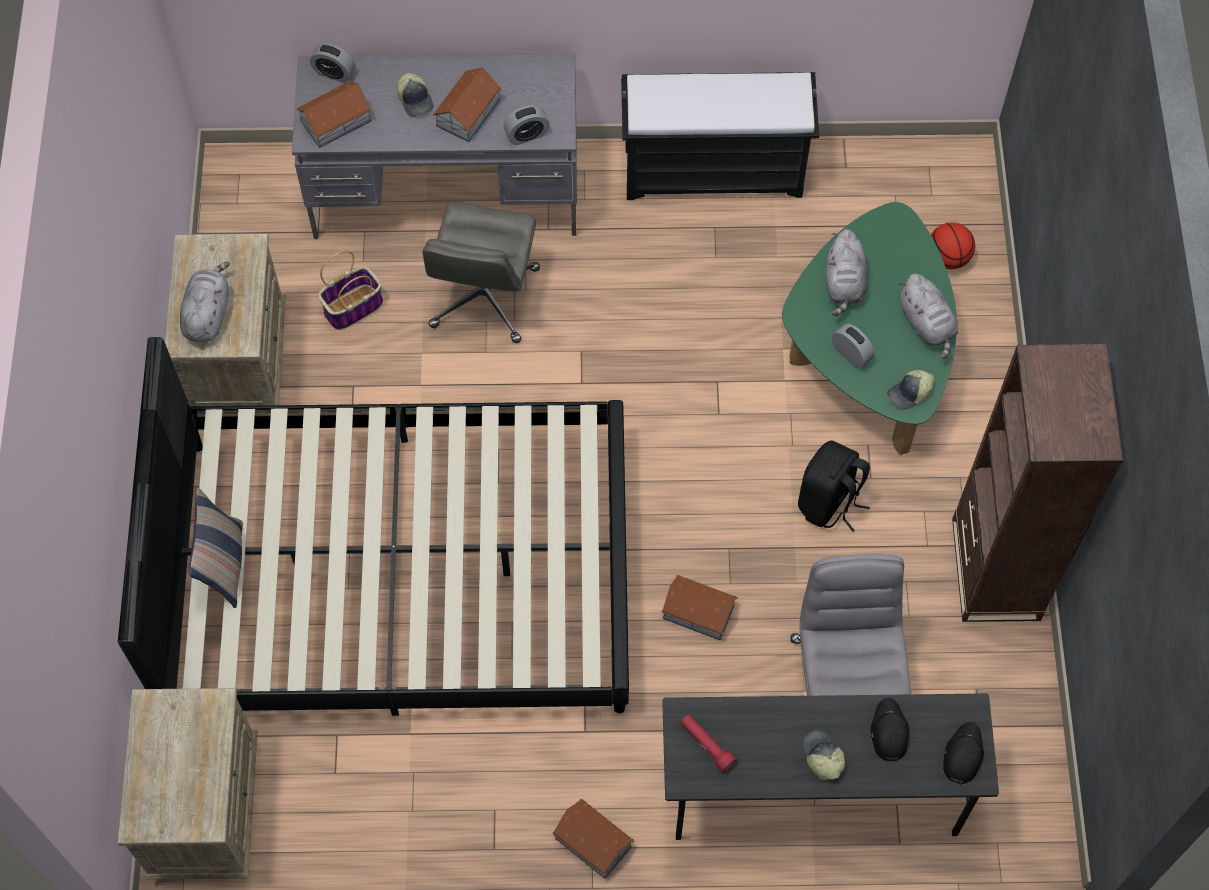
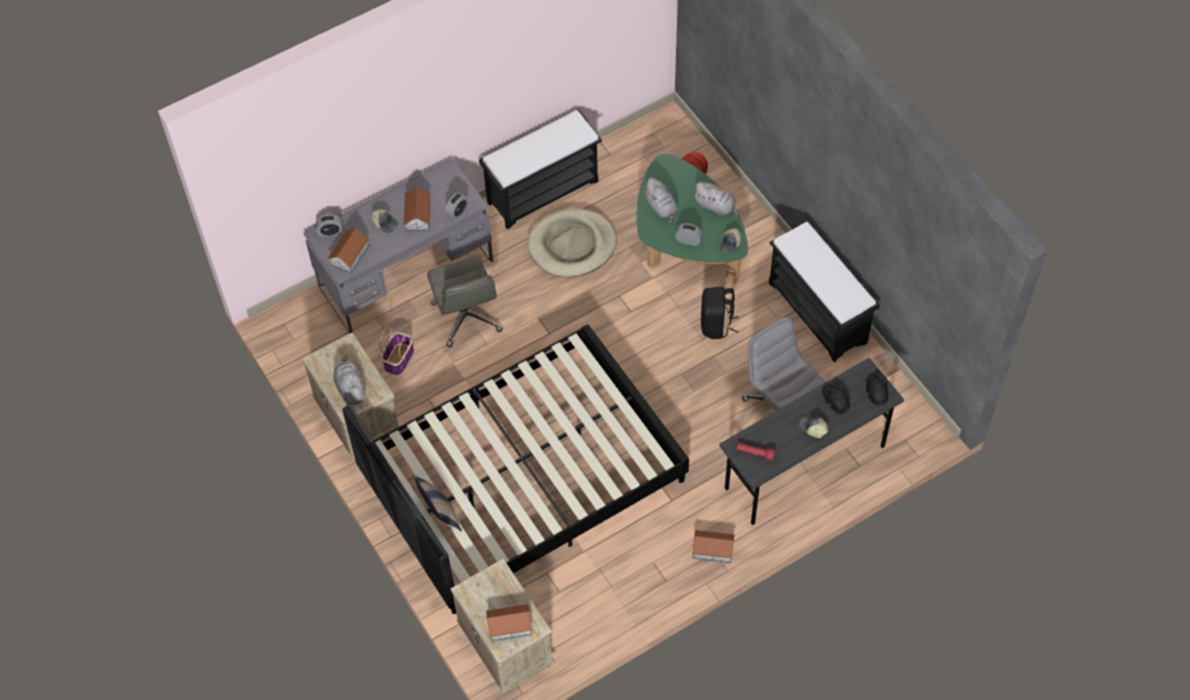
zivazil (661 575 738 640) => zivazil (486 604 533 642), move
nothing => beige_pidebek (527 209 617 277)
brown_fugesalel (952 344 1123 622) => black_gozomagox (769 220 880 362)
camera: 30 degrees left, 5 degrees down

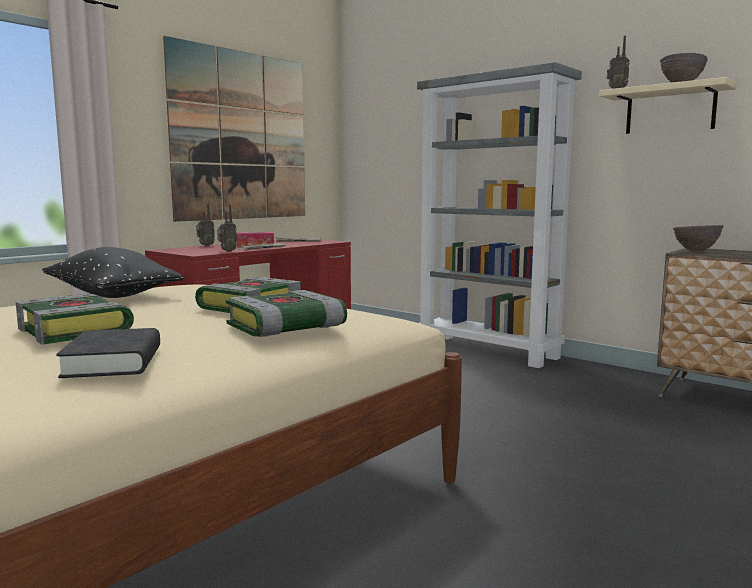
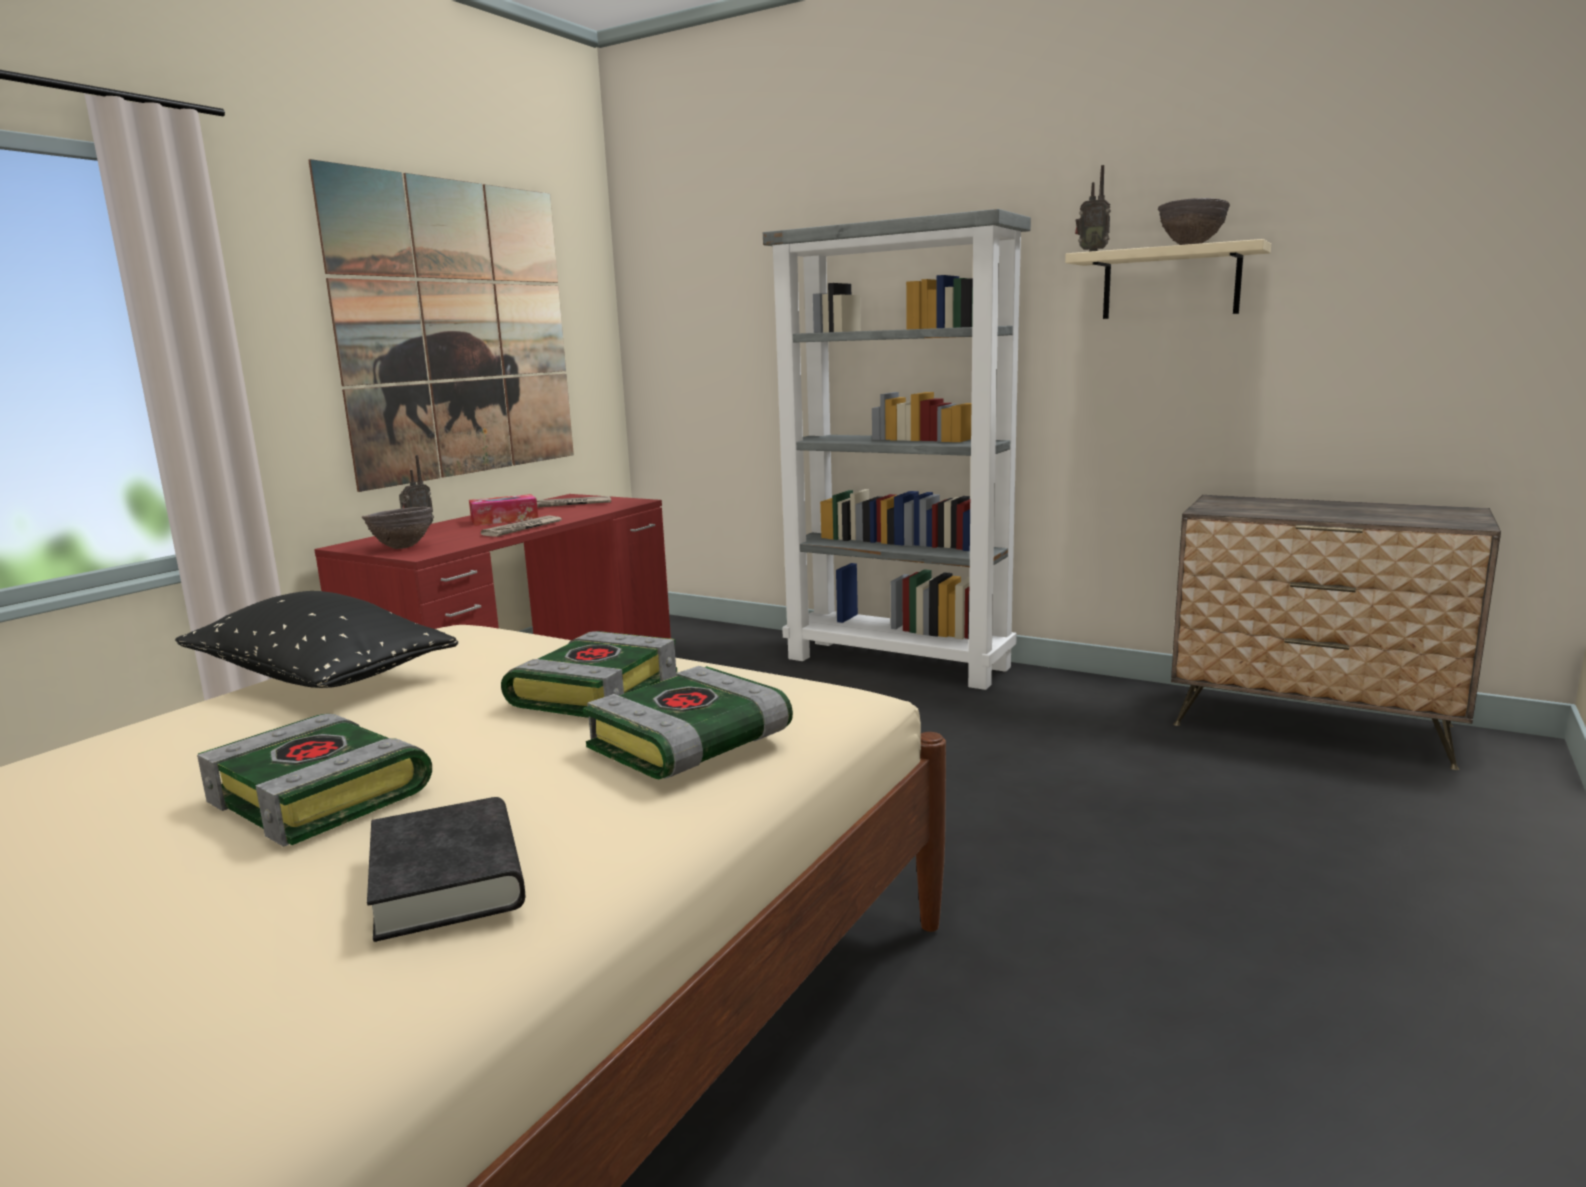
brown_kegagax (673 225 724 252) => brown_kegagax (362 507 432 549), move
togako (217 205 237 252) => nothing
camera: 10 degrees left, 5 degrees up

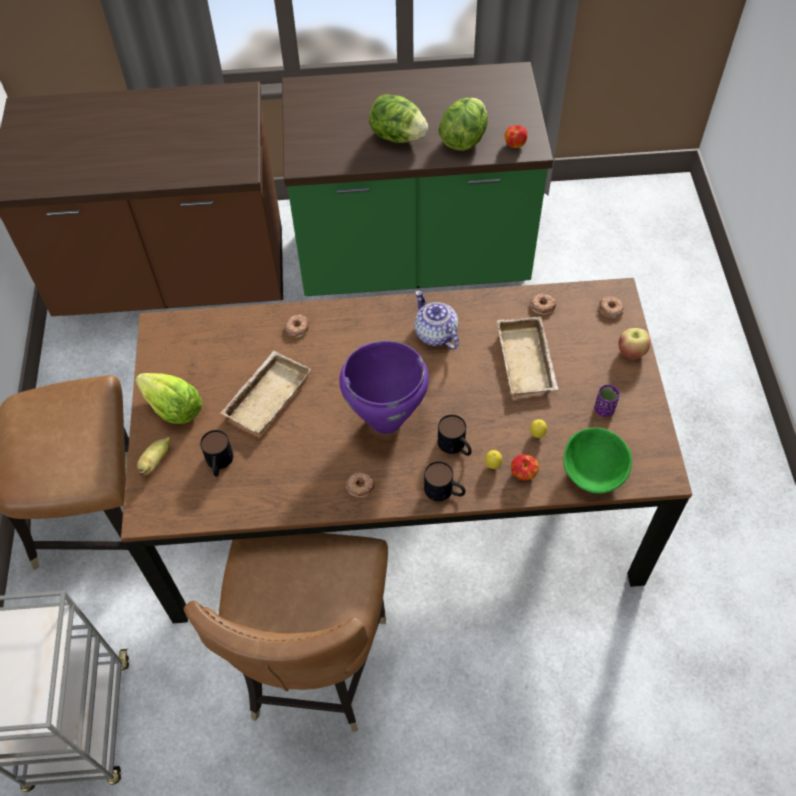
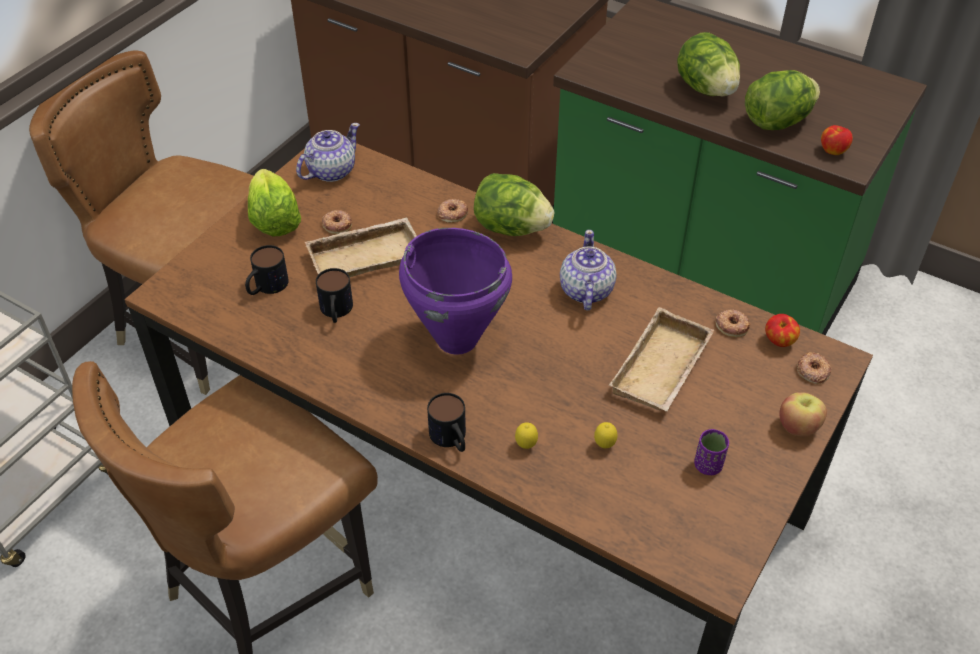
nothing => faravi (296 123 360 182)
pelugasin (438 415 472 456) => pelugasin (316 268 353 323), move
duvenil (346 472 375 497) => duvenil (322 210 352 234), move
nothing => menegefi (474 173 554 236)
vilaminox (511 454 539 481) => vilaminox (765 314 800 347), move
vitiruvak (137 437 171 475) => nothing
green_kegagax (563 427 632 494) => nothing
camera: 35 degrees right, 10 degrees down

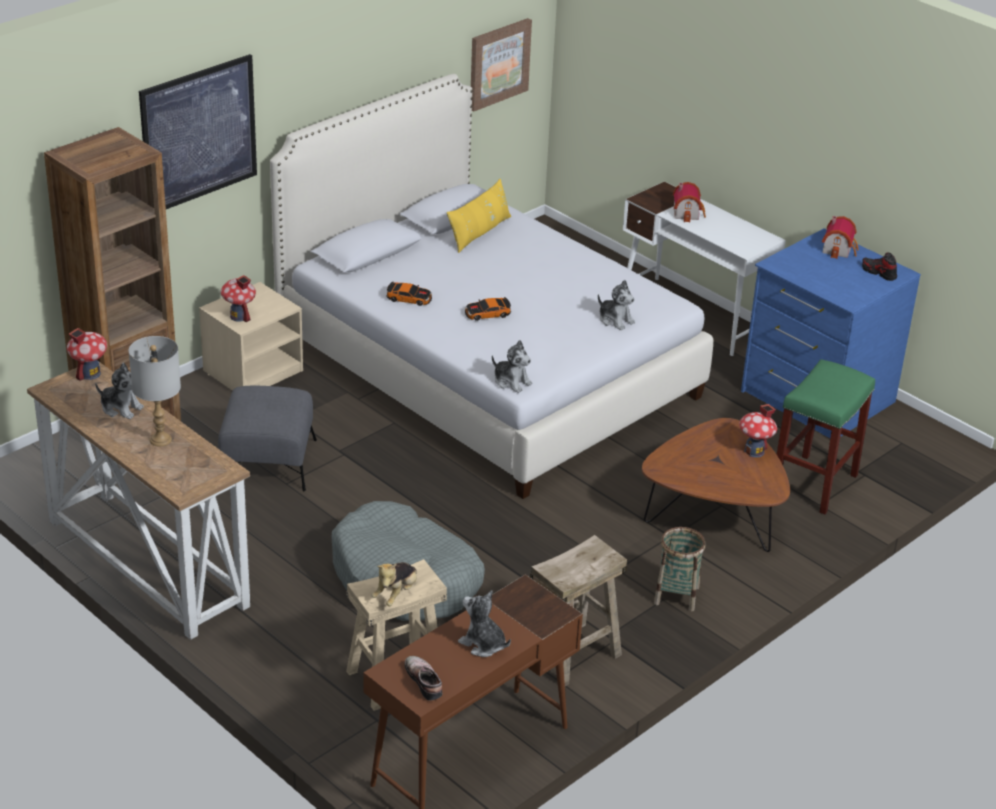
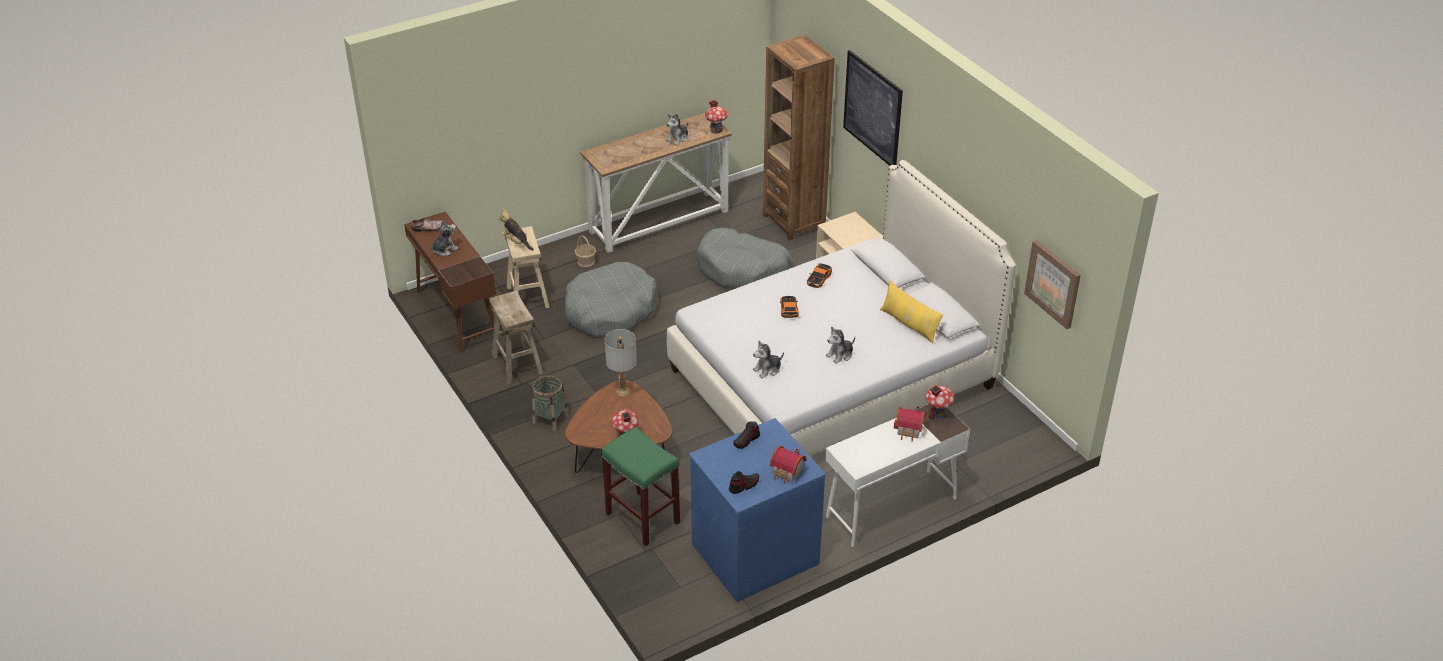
nothing => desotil (575 235 596 267)
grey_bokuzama (129 336 181 446) => grey_bokuzama (605 329 637 397), move
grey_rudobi (218 386 317 491) => grey_pidebek (697 228 791 289)
nothing => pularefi (733 421 760 449)
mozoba (492 340 532 393) => mozoba (826 326 855 364), move
zivazil (221 275 256 322) => zivazil (925 385 954 420), move
camera: 105 degrees right, 5 degrees up

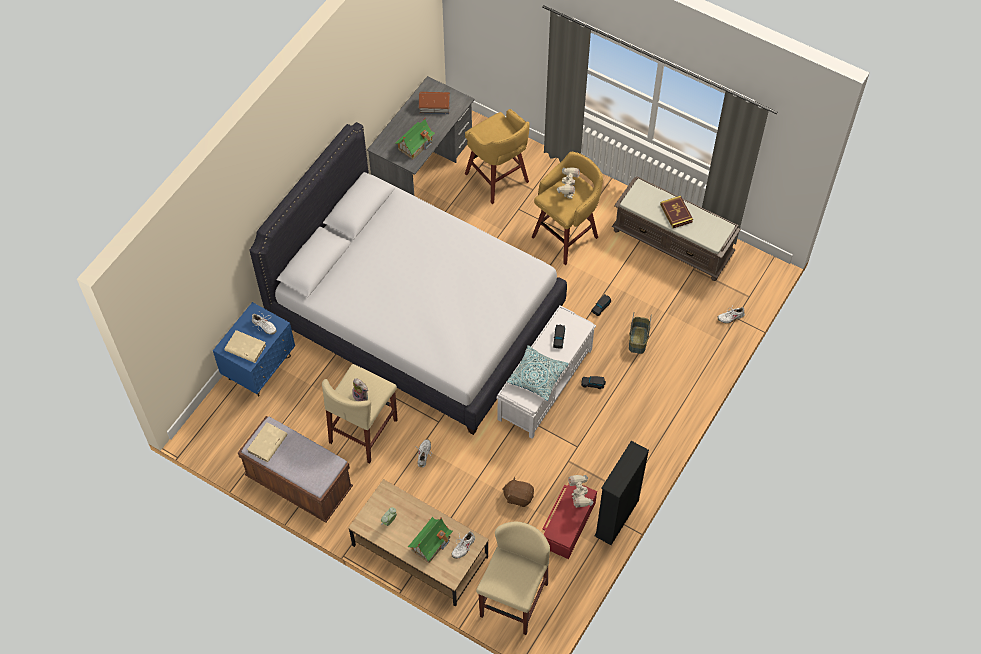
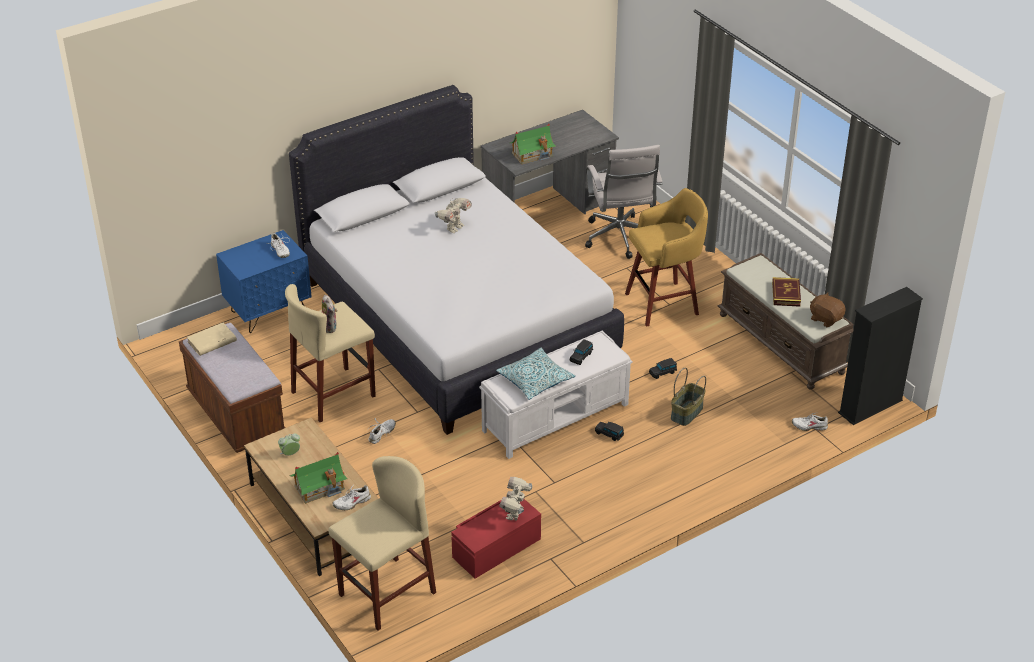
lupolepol (557 167 580 199) => lupolepol (435 198 472 233), move
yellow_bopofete (465 109 530 204) => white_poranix (585 145 663 259)
brown_mozoba (502 477 534 507) => brown_mozoba (810 292 846 327), move
black_fugesalel (594 441 649 545) => black_fugesalel (838 287 923 425), move
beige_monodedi (224 330 266 363) => nothing
zivazil (418 92 450 114) => nothing
camera: 25 degrees right, 20 degrees down

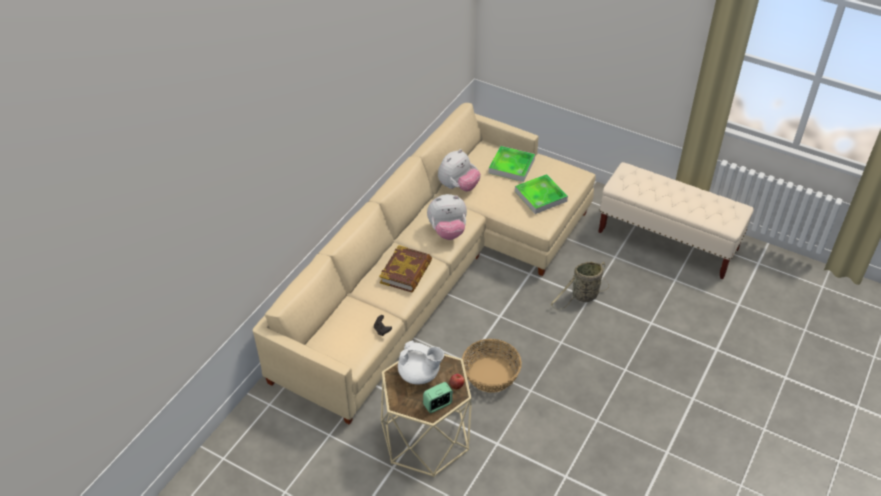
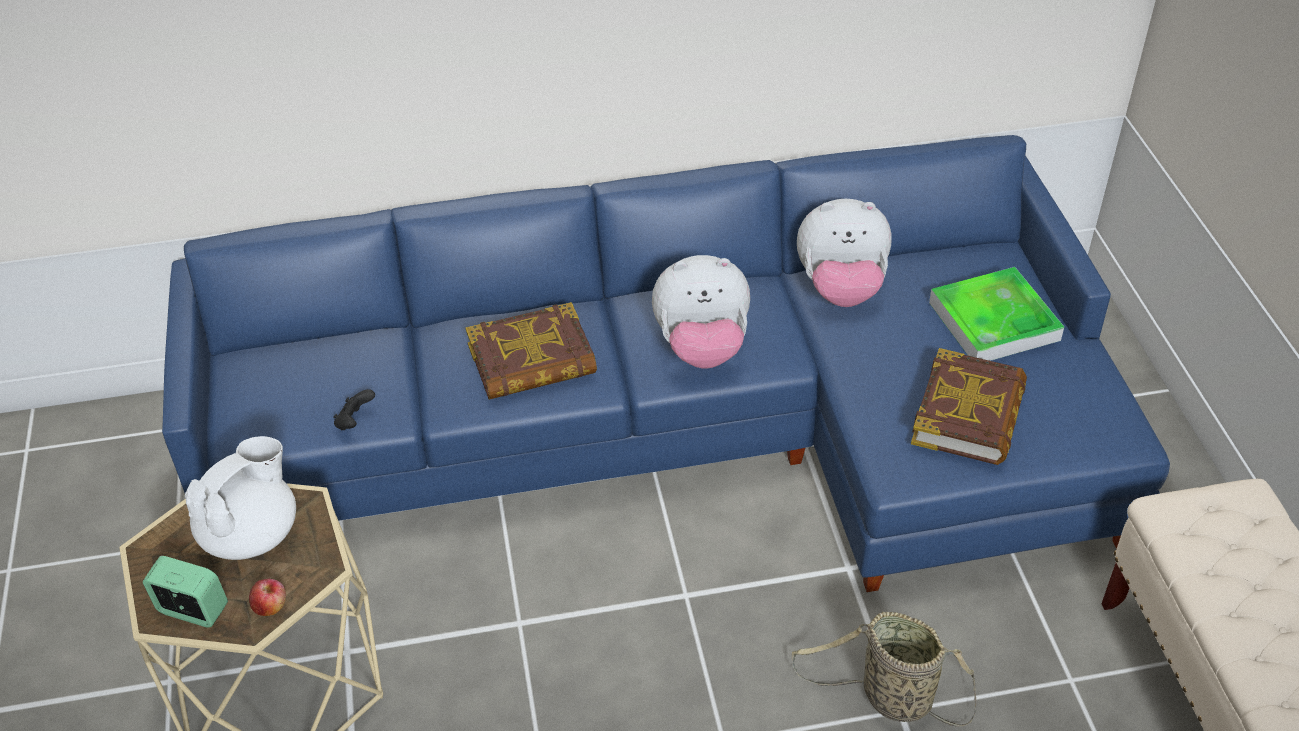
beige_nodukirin (253 103 596 425) => blue_nodukirin (162 135 1170 592)
white_faravi (398 341 444 384) => white_faravi (185 436 296 560), 120 degrees counterclockwise
mozoba (427 194 467 240) => mozoba (652 255 750 369), 45 degrees counterclockwise
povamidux (515 174 568 214) => monodedi (911 348 1027 465)
desotil (462 339 522 393) => nothing
camera: 50 degrees right, 0 degrees up

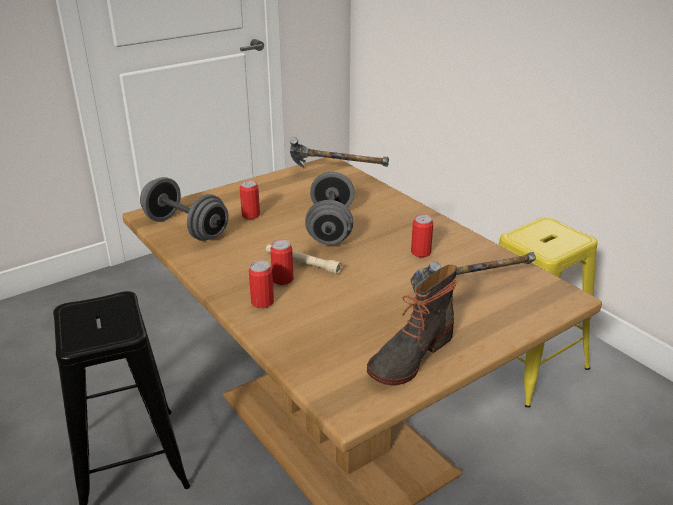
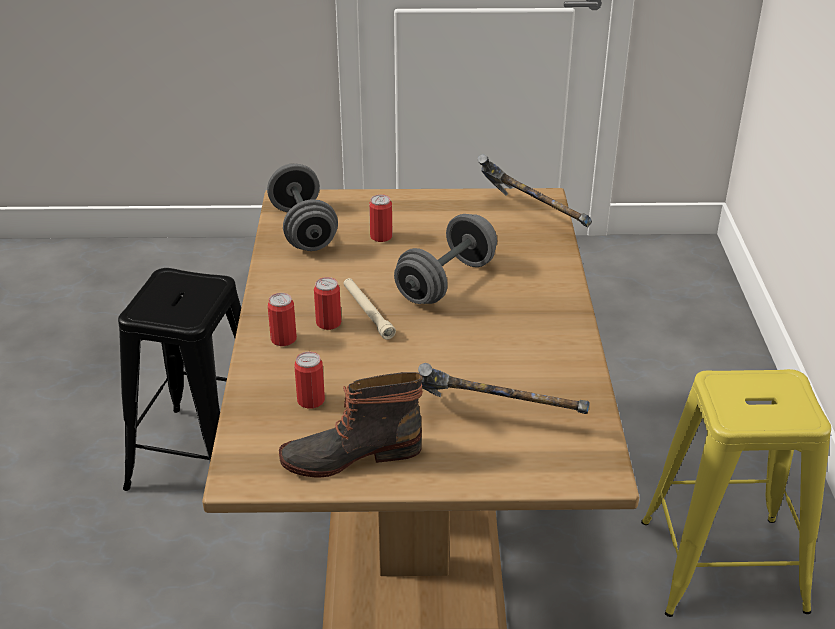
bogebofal (411 214 433 257) => bogebofal (294 352 325 409), move
camera: 35 degrees right, 5 degrees up

